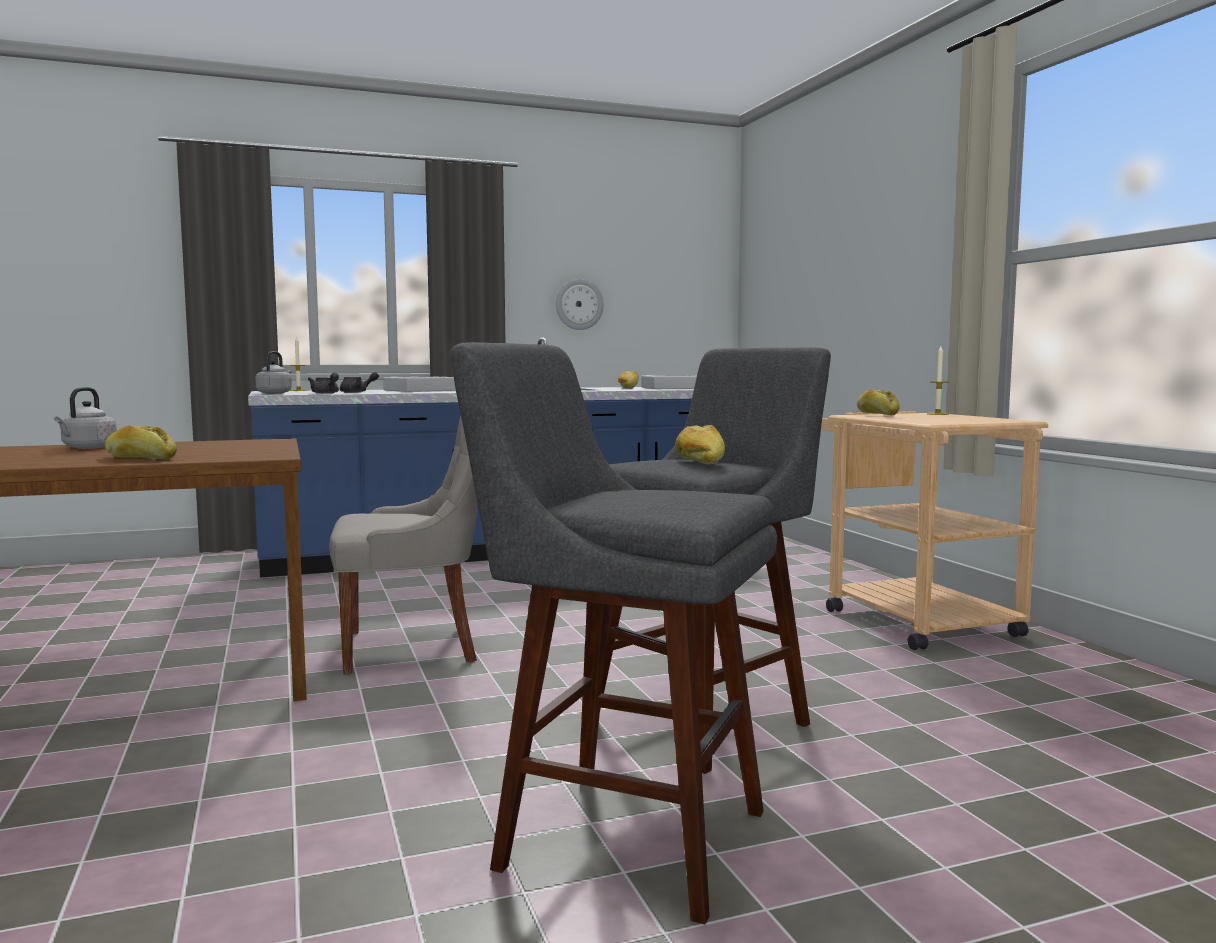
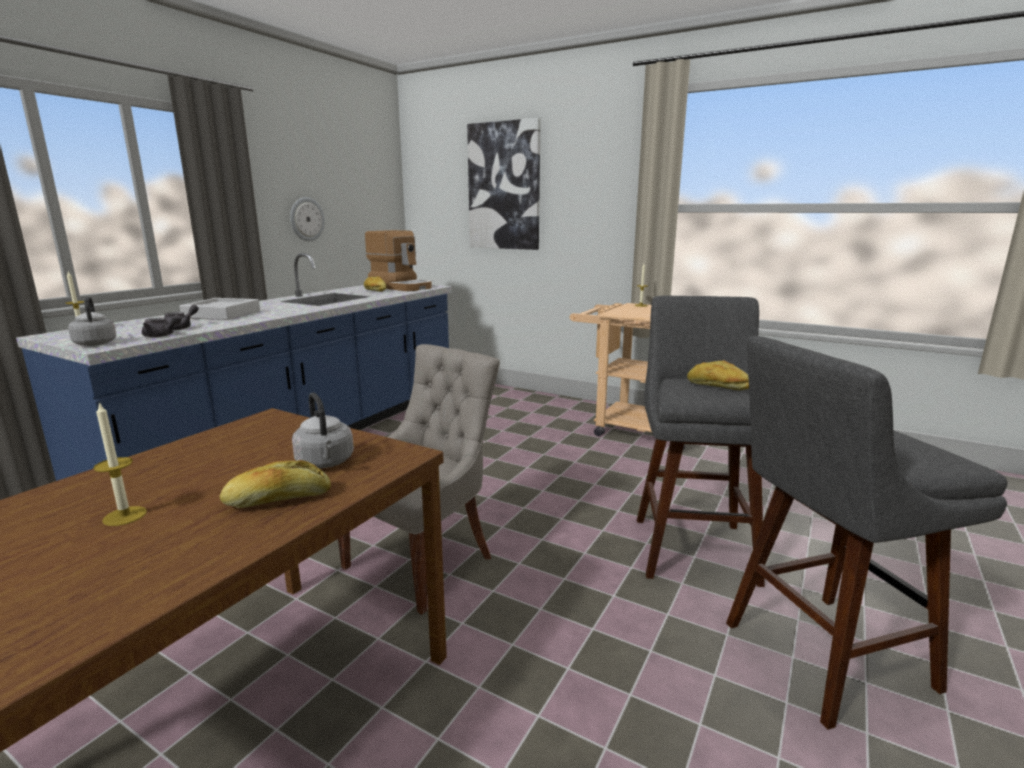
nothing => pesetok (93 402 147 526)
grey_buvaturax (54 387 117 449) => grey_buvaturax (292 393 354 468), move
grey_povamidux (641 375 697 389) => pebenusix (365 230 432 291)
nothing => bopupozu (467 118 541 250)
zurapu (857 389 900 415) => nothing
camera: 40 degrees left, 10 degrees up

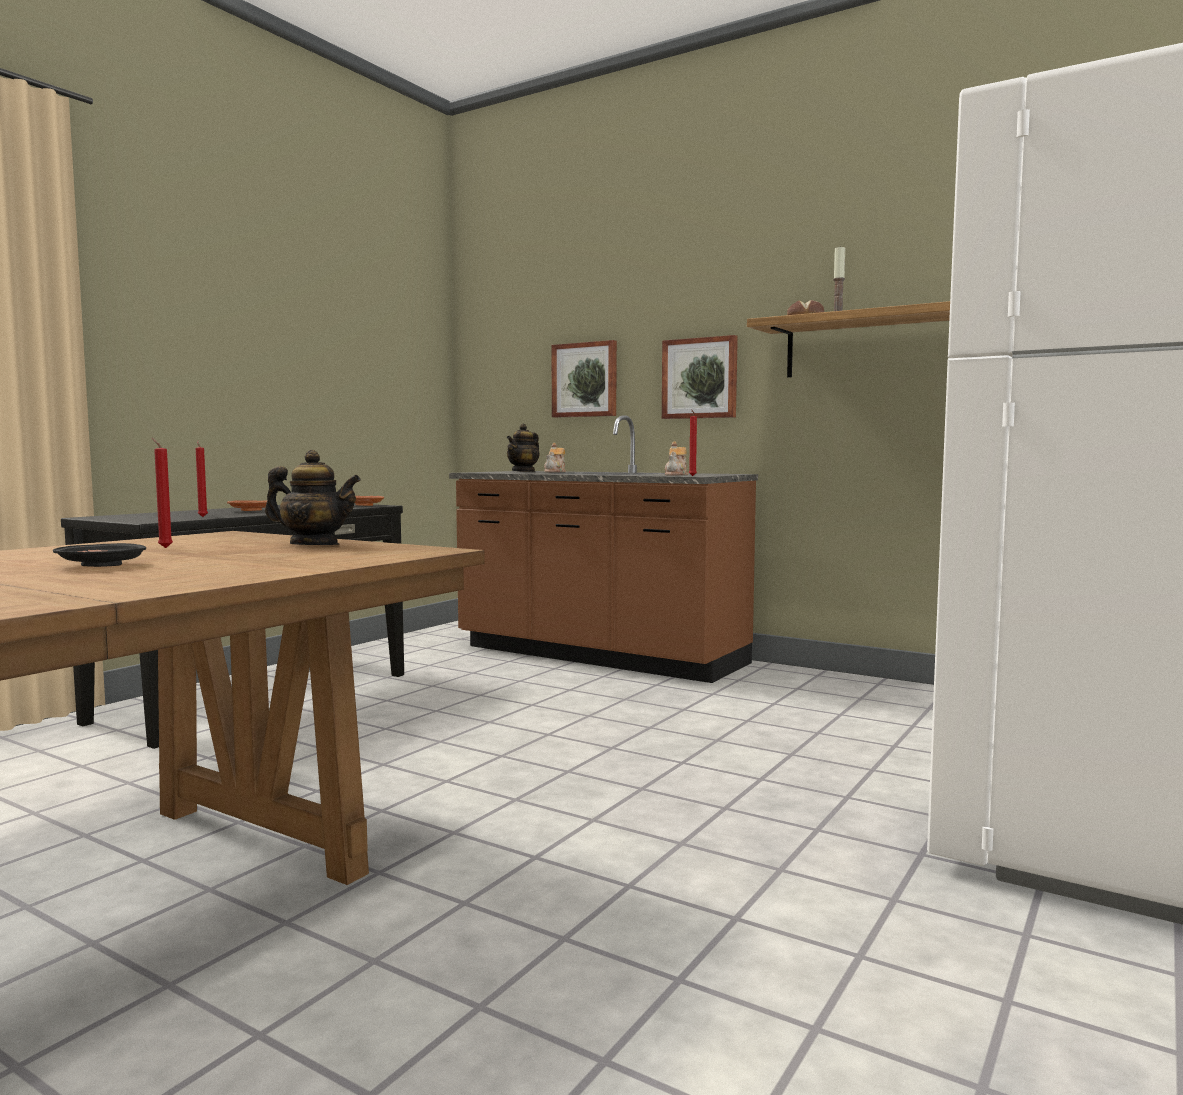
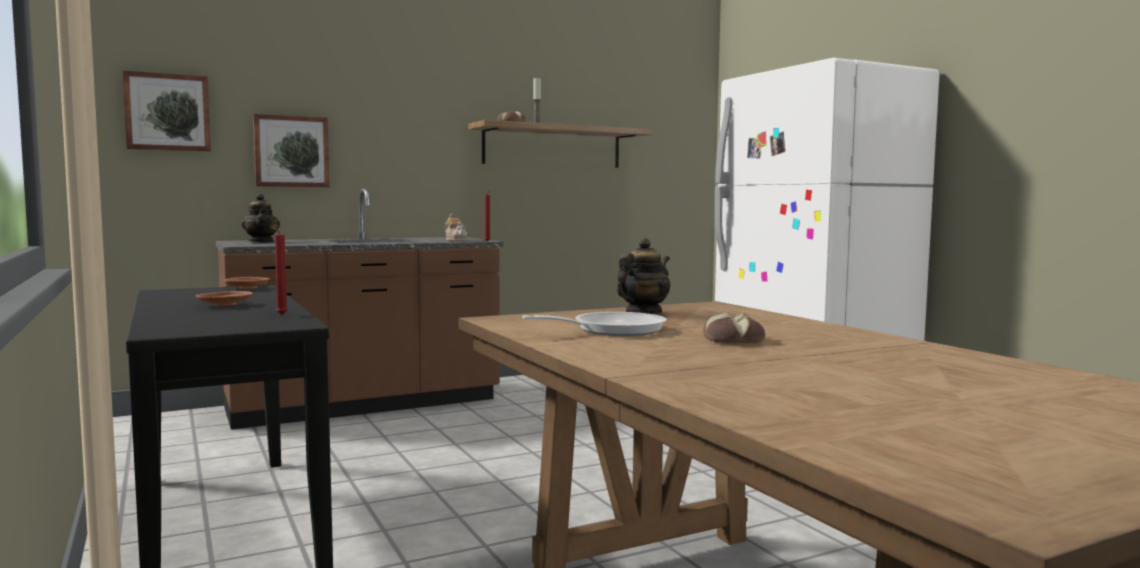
bopupozu (662 335 738 419) => bopupozu (123 70 211 152), move
red_pesetok (152 438 173 548) => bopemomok (522 312 667 336)
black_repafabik (53 543 146 567) => zurapu (703 313 765 343)
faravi (544 443 566 472) => nothing
camera: 60 degrees left, 0 degrees up

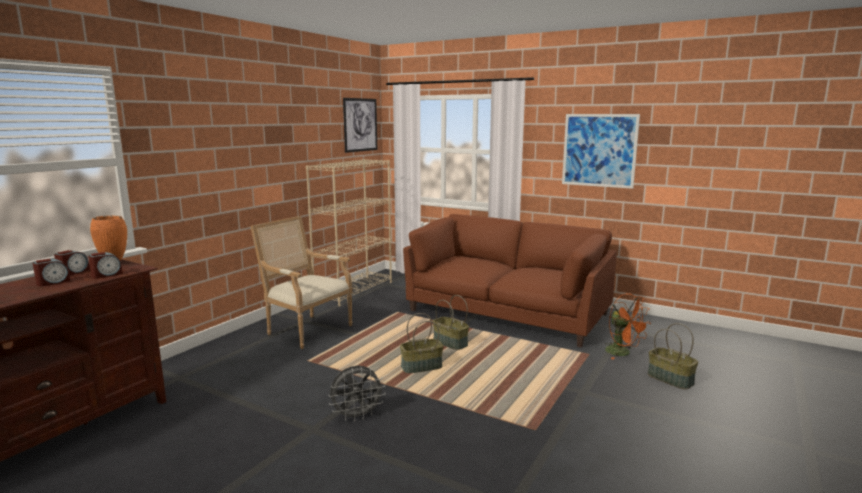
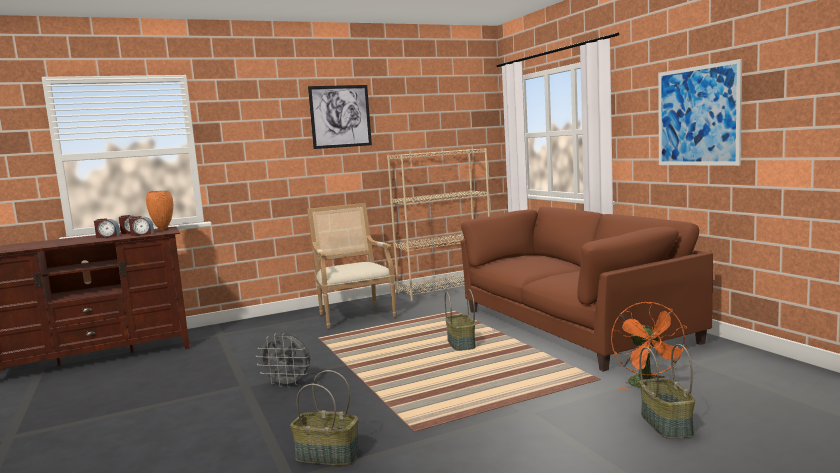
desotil (400 313 443 373) => desotil (290 370 360 466), move
bopupozu (343 98 377 153) => bopupozu (308 85 372 149), move
camera: 35 degrees right, 5 degrees down

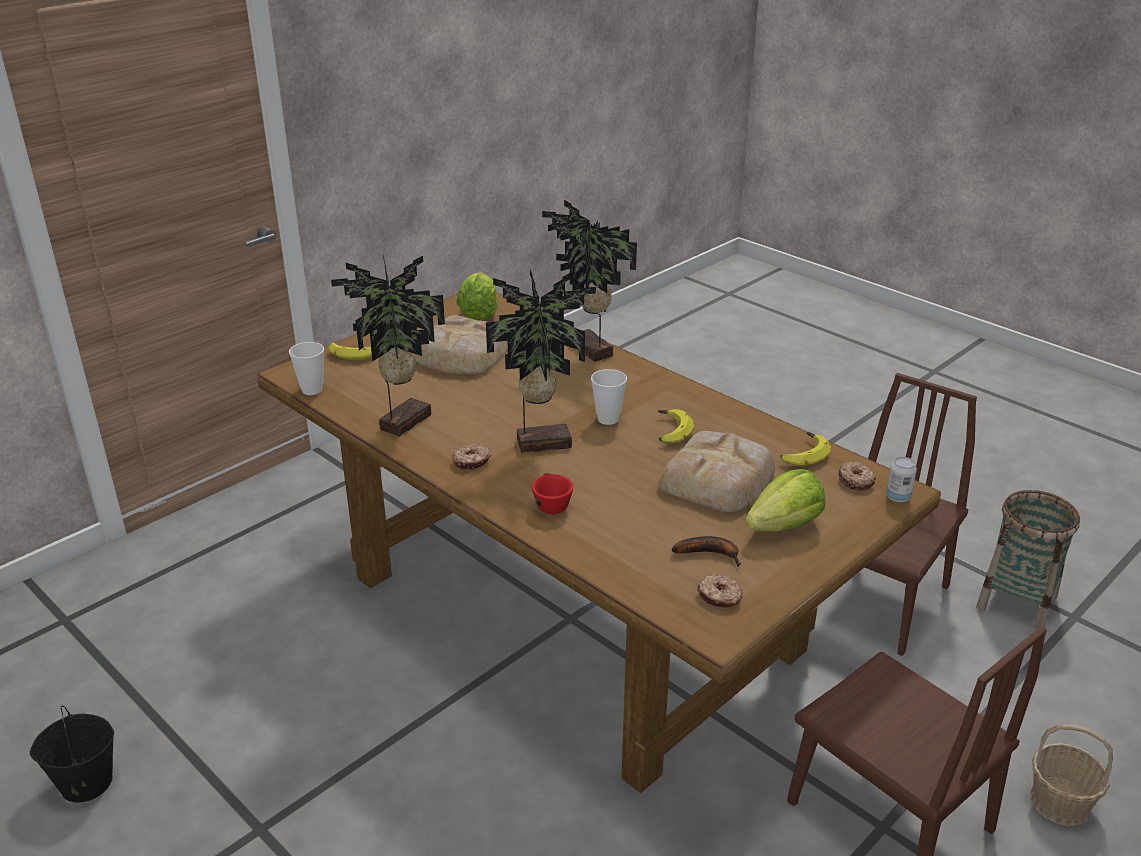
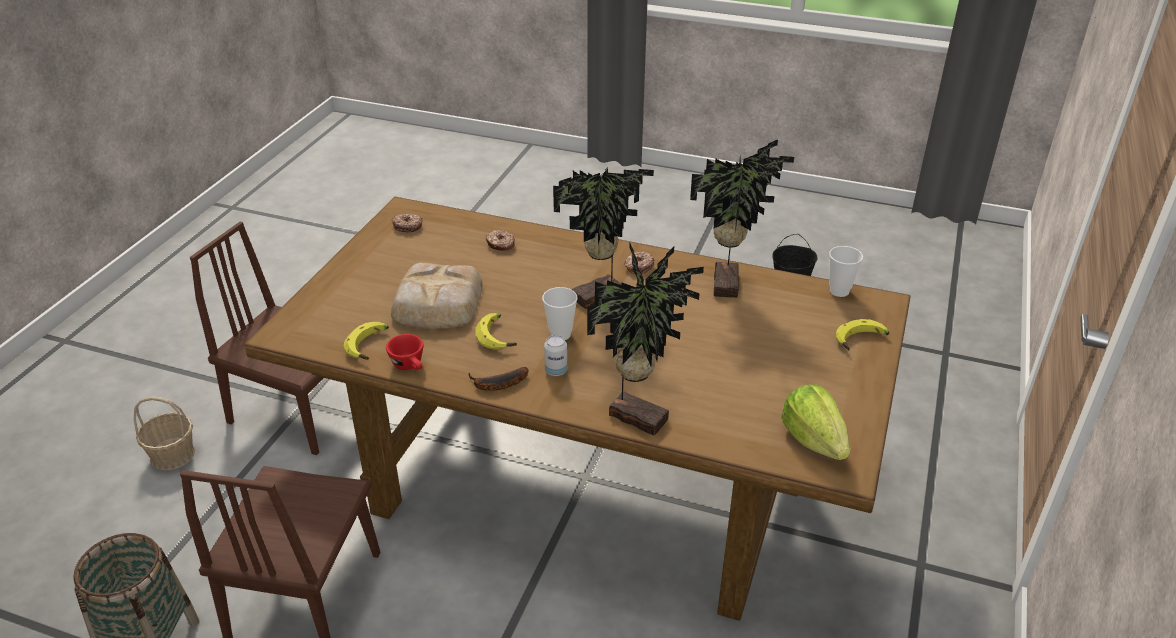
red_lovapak (532 473 573 514) => red_lovapak (386 334 424 370), move
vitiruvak (672 536 741 567) => vitiruvak (469 367 528 391), move
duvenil (839 462 876 490) => duvenil (486 230 515 251), move
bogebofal (886 457 917 503) => bogebofal (544 335 567 376), move
zurapu (414 315 508 375) => nothing
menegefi (746 469 825 532) => nothing
camera: 155 degrees right, 5 degrees up

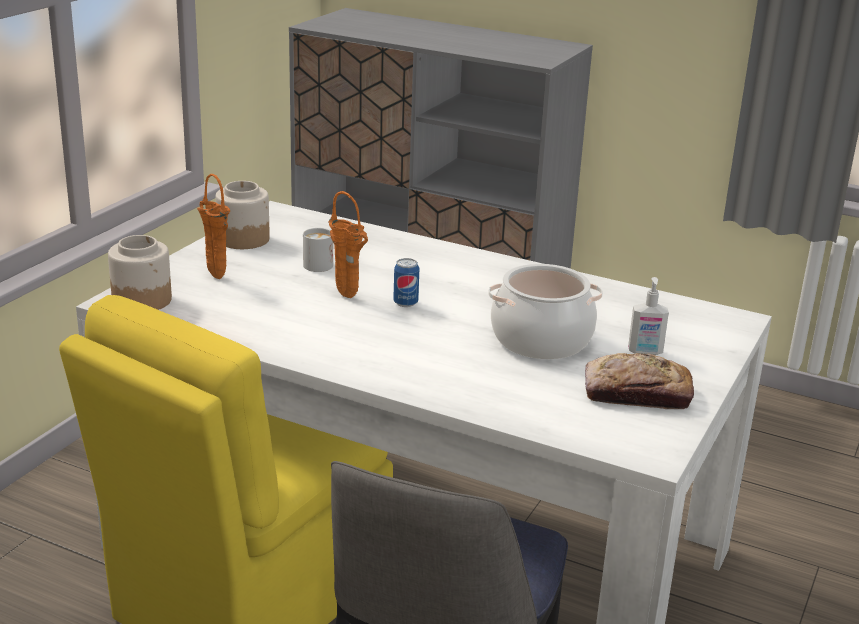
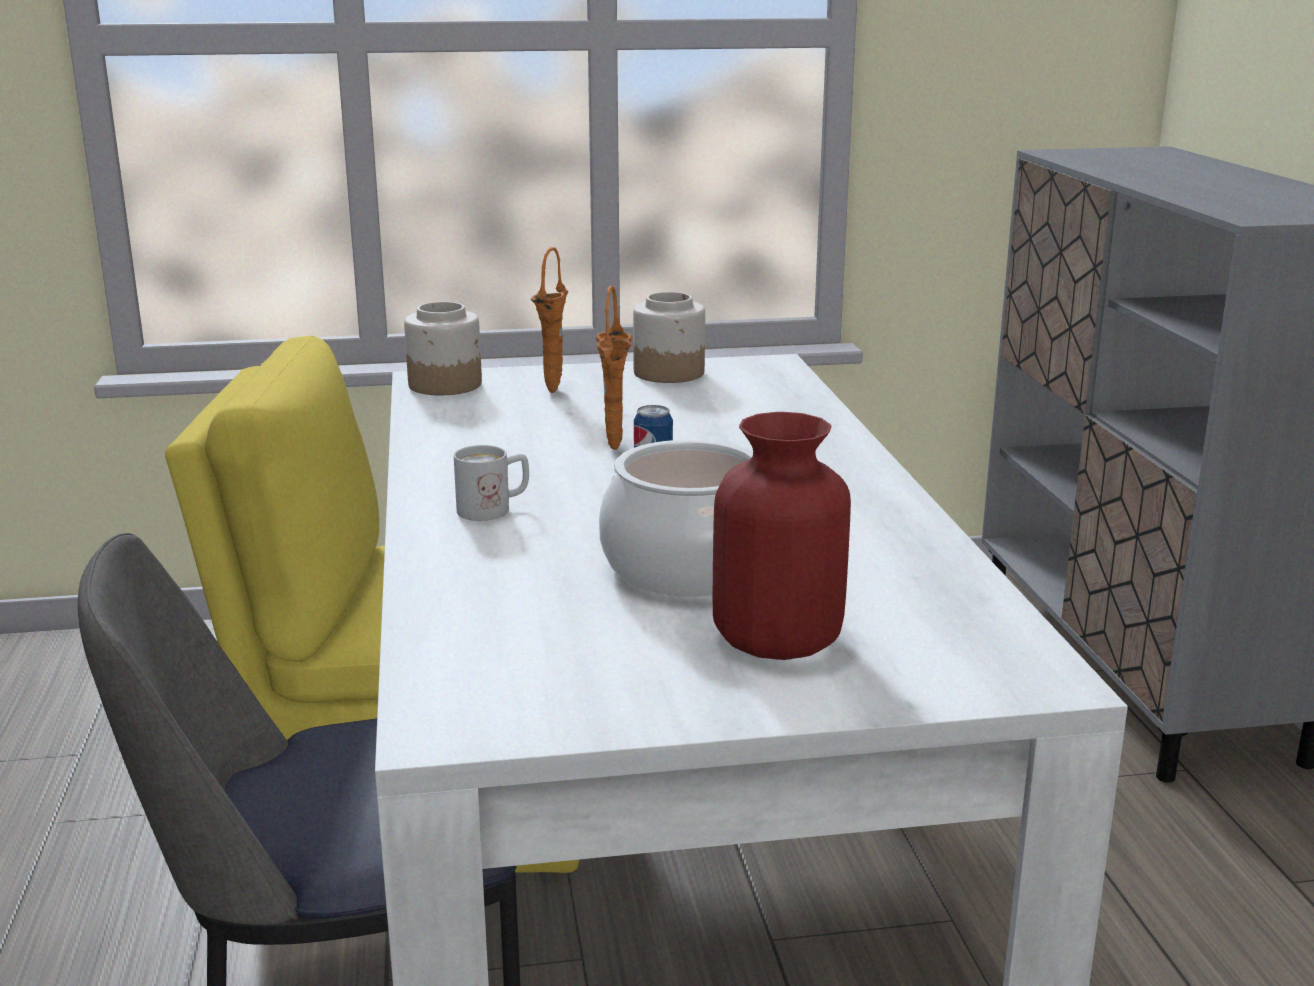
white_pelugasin (303 228 333 272) => white_pelugasin (454 445 529 521), move
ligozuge (628 277 669 355) => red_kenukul (713 412 851 660)
zurapu (585 353 694 409) => nothing
camera: 55 degrees right, 5 degrees down

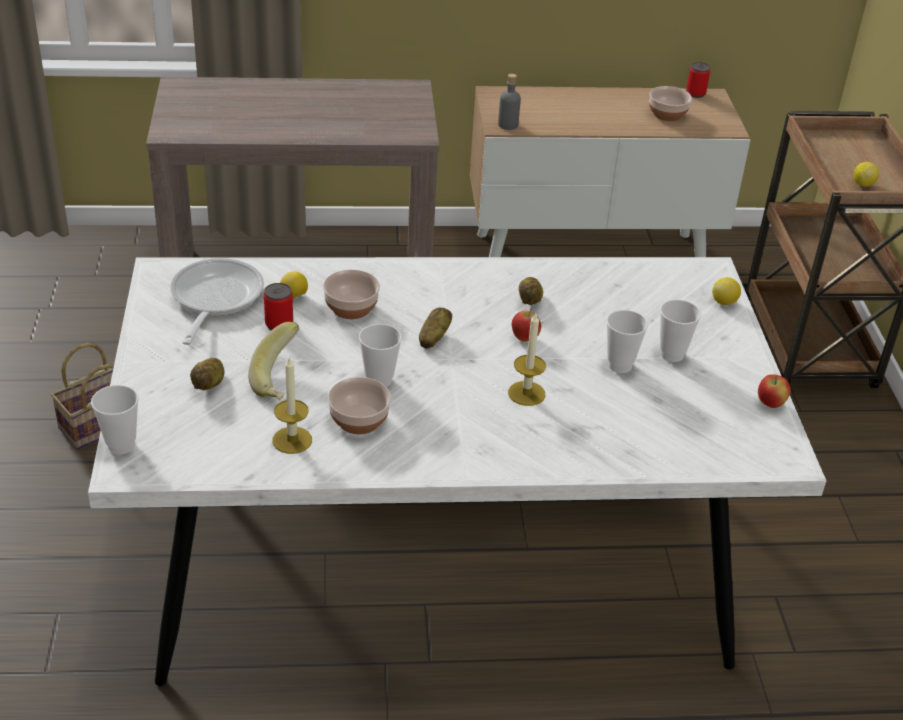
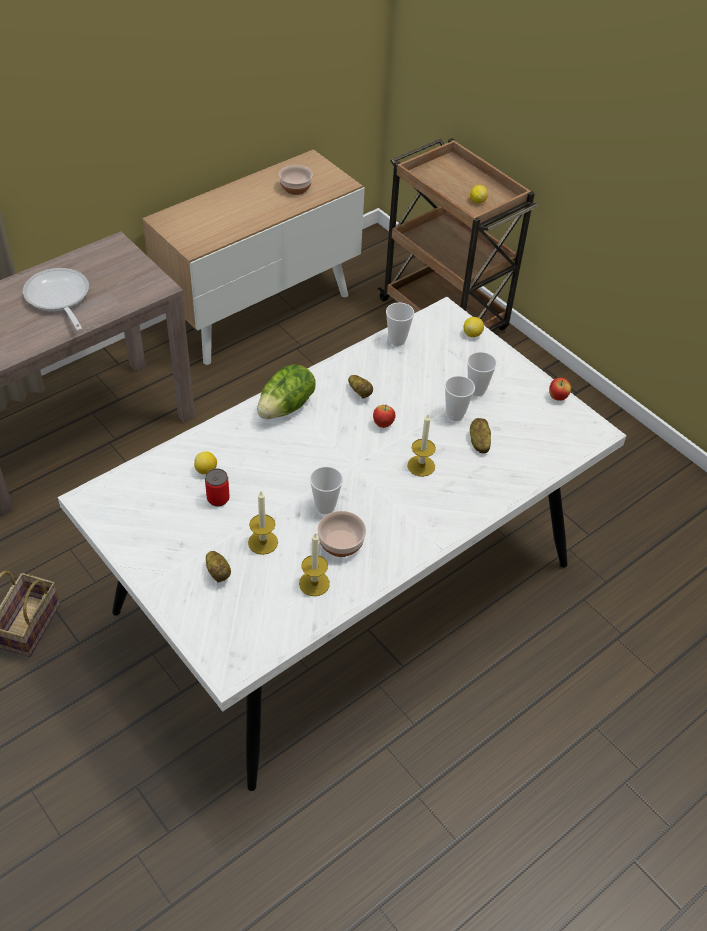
bopemomok (170 258 264 345) => bopemomok (23 268 89 331), move
vitiruvak (248 322 300 400) => pesetok (248 491 278 555)
nothing => menegefi (257 364 316 419)
lovapak (91 385 138 455) => lovapak (386 303 414 346), move
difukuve (419 307 452 349) => difukuve (470 418 491 453), move
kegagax (323 270 380 319) => nothing
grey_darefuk (498 74 521 130) => nothing
bogebofal (686 62 710 98) => nothing
camera: 35 degrees left, 10 degrees up

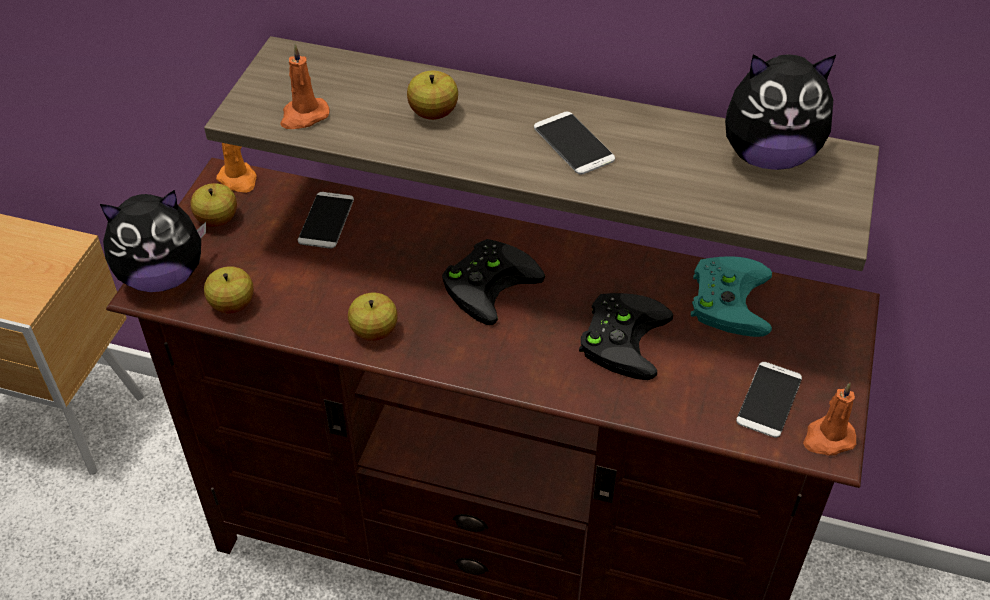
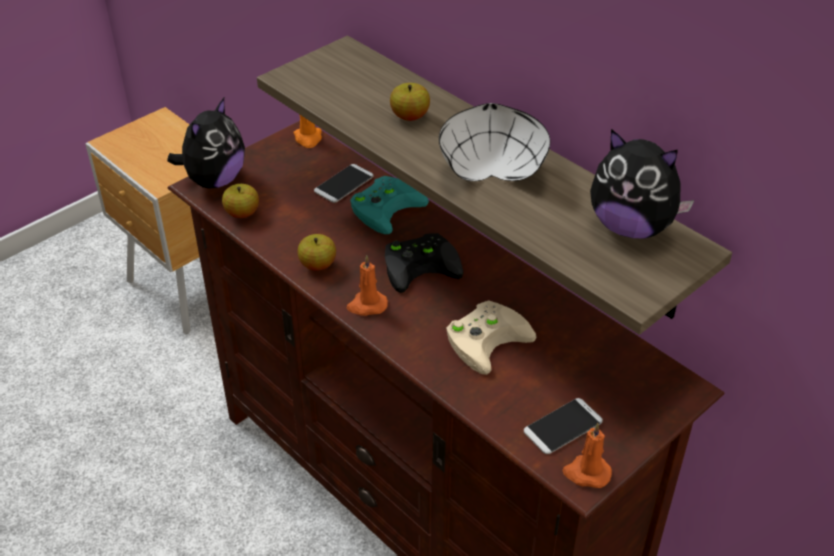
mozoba (100 190 206 292) => mozoba (167 98 245 189), 75 degrees counterclockwise
orange_pesetok (280 44 330 129) => orange_pesetok (347 255 388 316), move
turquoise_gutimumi (691 256 772 337) => turquoise_gutimumi (350 176 429 234), move
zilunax (534 112 615 175) => white_kegagax (439 103 550 181)
black_gutimumi (579 293 673 380) => beige_gutimumi (447 300 536 375)
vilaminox (191 183 237 227) => nothing
camera: 30 degrees right, 5 degrees down

